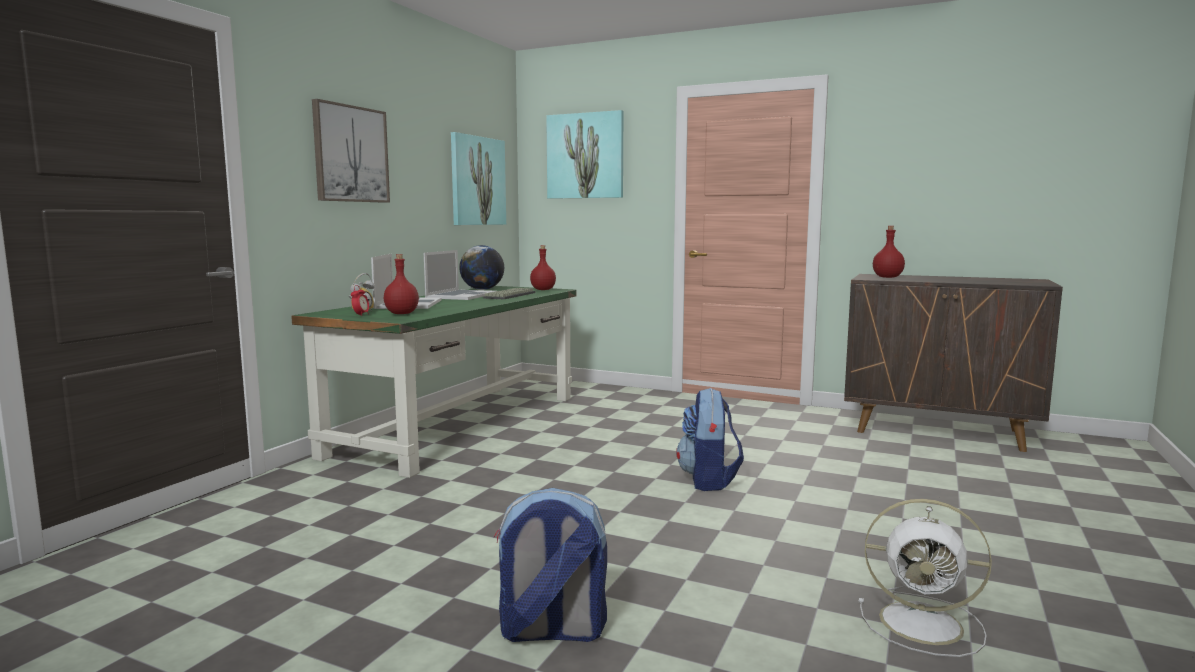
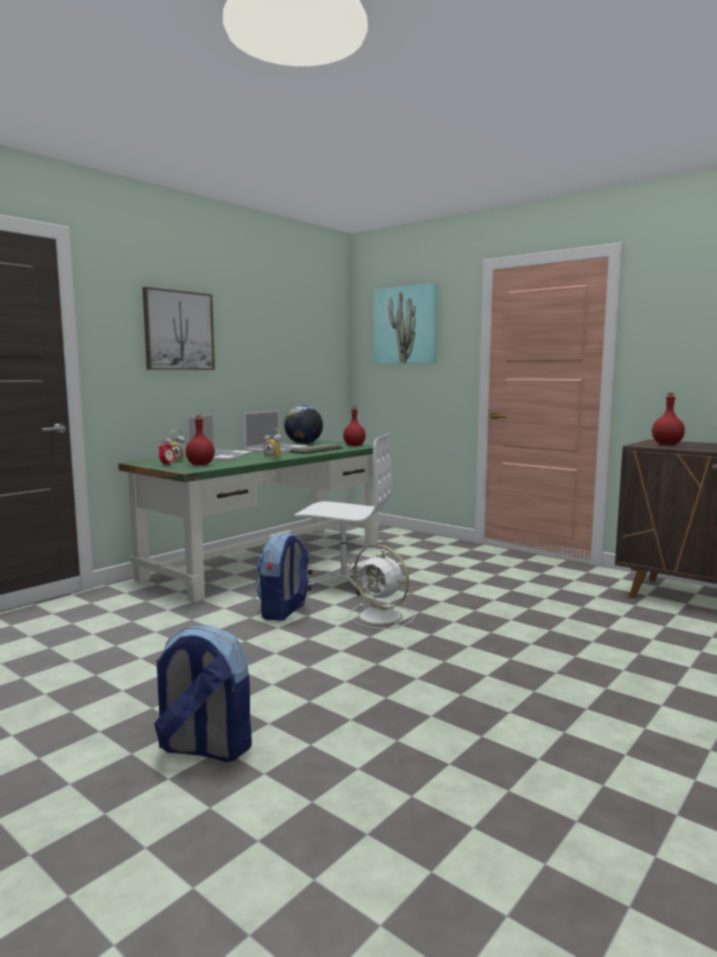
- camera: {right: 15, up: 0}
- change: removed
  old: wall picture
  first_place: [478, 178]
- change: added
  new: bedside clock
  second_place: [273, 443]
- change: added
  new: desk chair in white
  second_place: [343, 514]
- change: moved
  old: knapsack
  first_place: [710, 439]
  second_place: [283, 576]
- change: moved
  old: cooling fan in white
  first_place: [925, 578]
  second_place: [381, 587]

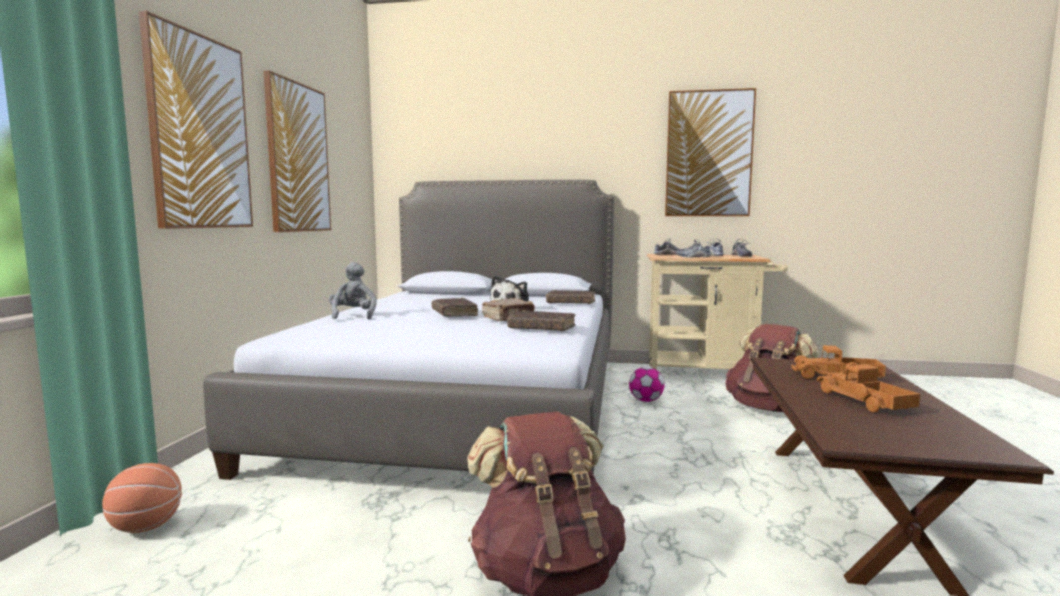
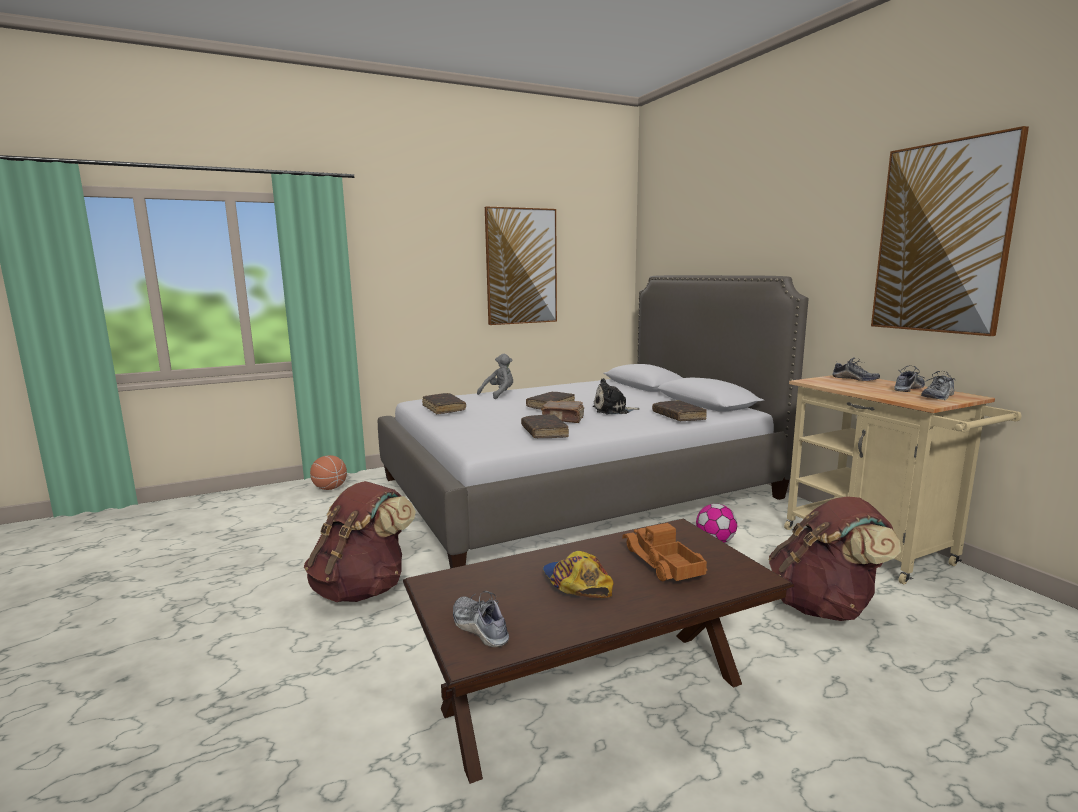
- camera: {right: 55, up: 5}
- change: removed
  old: wall picture
  first_place: [196, 120]
- change: added
  new: book in brownish
  second_place: [444, 403]
- change: moved
  old: low shoe
  first_place: [693, 248]
  second_place: [481, 619]
- change: replaced
  old: toy truck
  new: cap
  first_place: [868, 388]
  second_place: [578, 574]

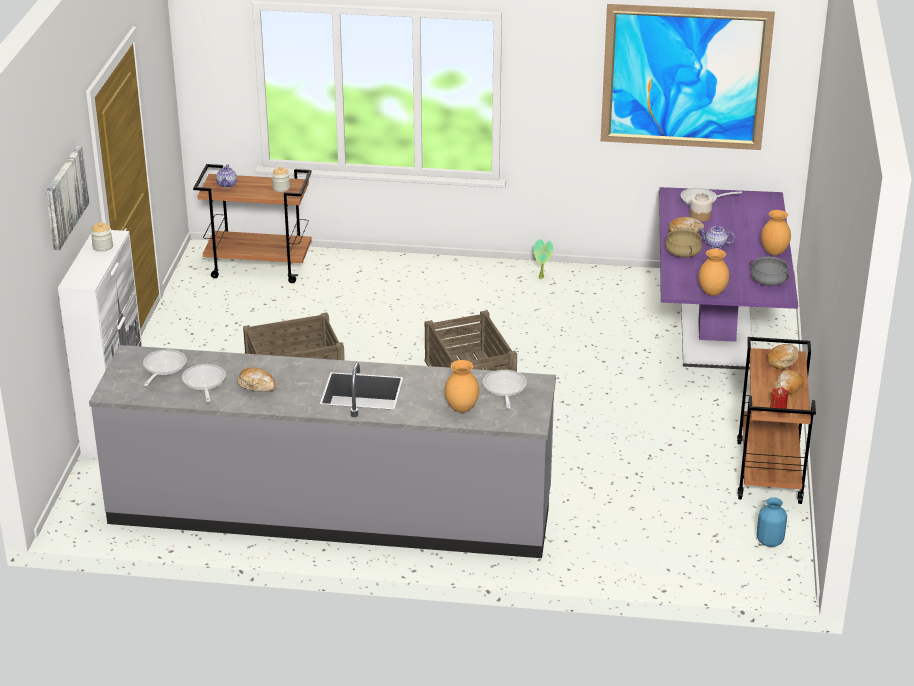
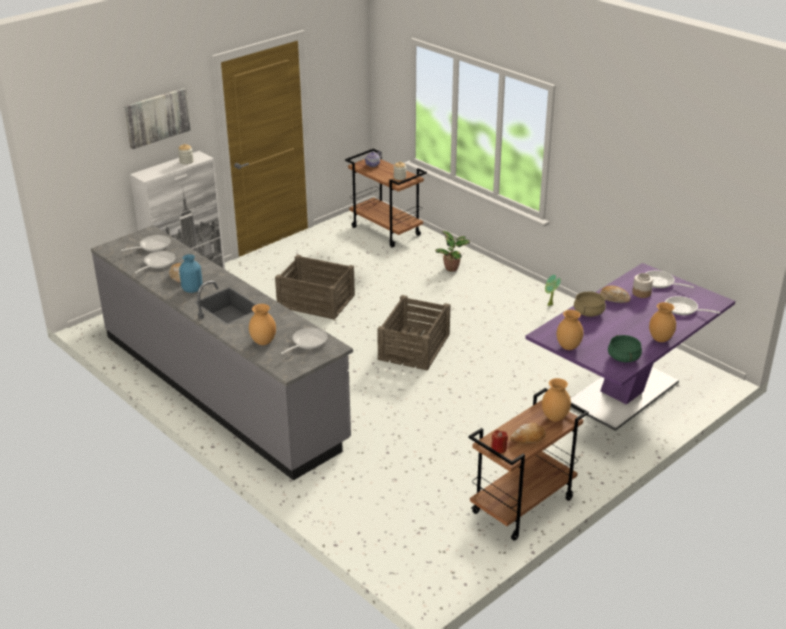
- camera: {right: 40, up: 0}
- change: removed
  old: wall picture
  first_place: [688, 77]
- change: removed
  old: tea pot
  first_place: [717, 237]
- change: added
  new: houseplant
  second_place: [452, 251]
- change: added
  new: skillet
  second_place: [692, 305]
- change: moved
  old: vase in blue-coloured
  first_place: [771, 522]
  second_place: [191, 273]
- change: replaced
  old: baked bread
  new: vase in brownish
  first_place: [783, 356]
  second_place: [556, 400]
- change: recoloured
  old: stockpot in greyish
  new: stockpot in green
  first_place: [769, 271]
  second_place: [625, 348]

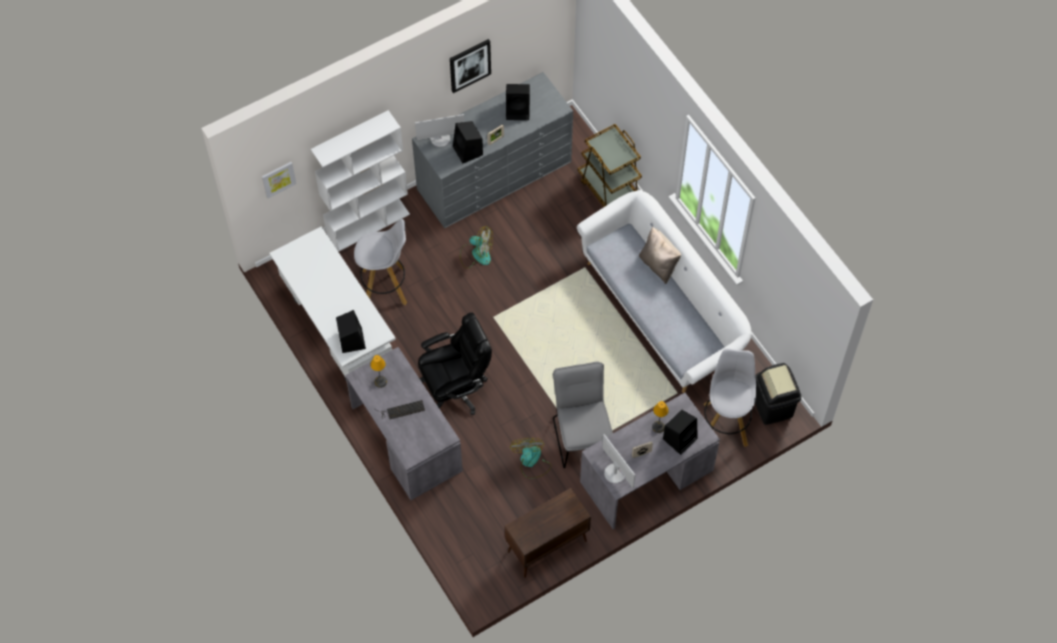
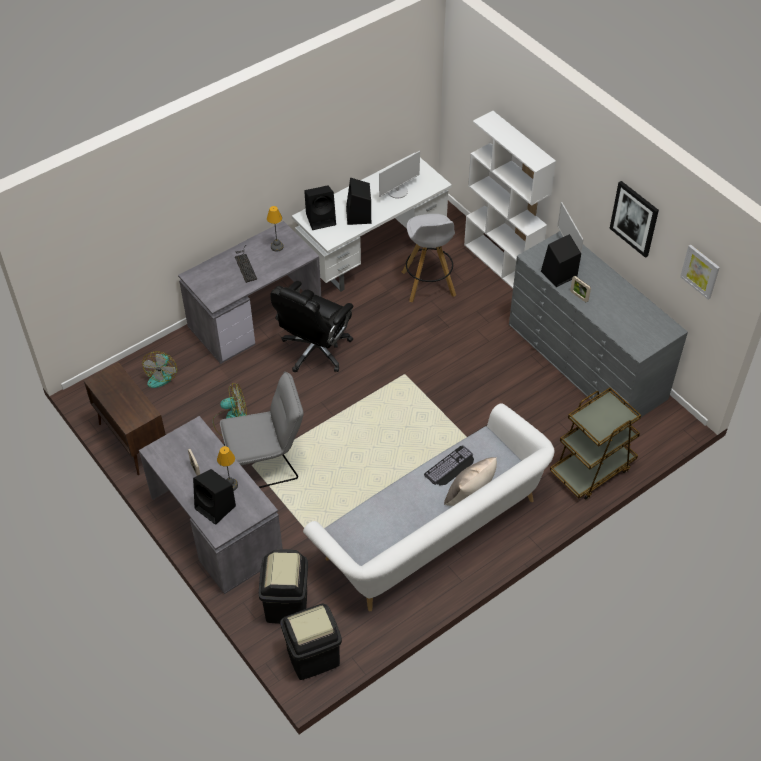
- camera: {right: 85, up: -10}
- change: added
  new: PC keyboard
  second_place: [449, 465]
- change: moved
  old: wall picture
  first_place: [279, 180]
  second_place: [700, 272]
- change: moved
  old: cooling fan
  first_place: [476, 247]
  second_place: [159, 369]
- change: moved
  old: speaker in blackish
  first_place: [518, 102]
  second_place: [358, 201]
- change: moved
  old: computer screen
  first_place: [618, 461]
  second_place: [399, 174]
- change: replaced
  old: sitting stool in white
  new: waste bin in blackish
  first_place: [730, 397]
  second_place: [283, 586]
- change: turned
  old: desk chair in blackish
  first_place: [455, 363]
  second_place: [311, 326]
  degrees: 60

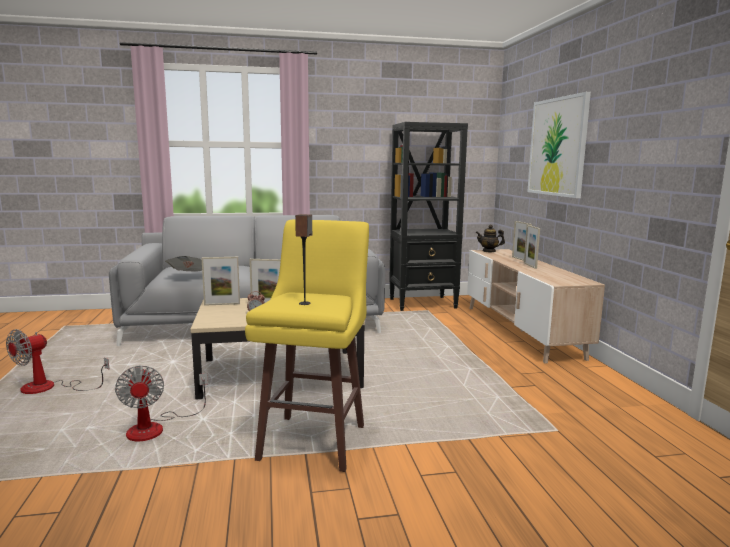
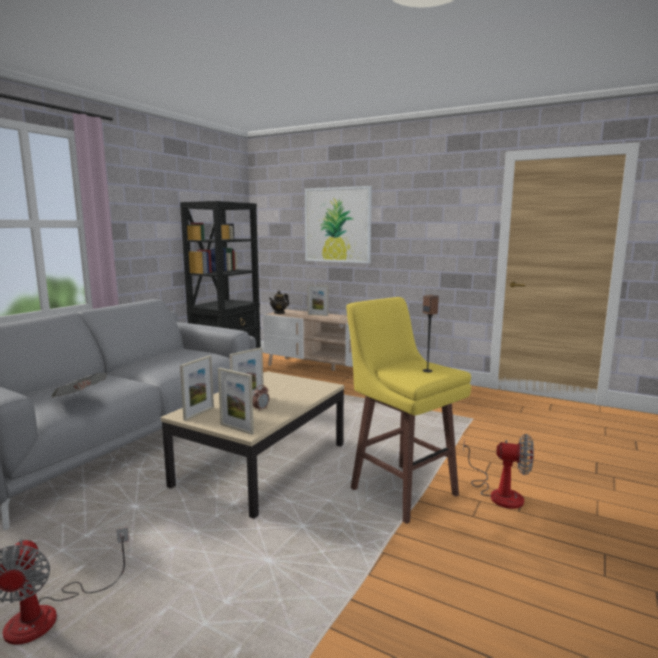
- camera: {right: -50, up: 0}
- change: moved
  old: cooling fan
  first_place: [161, 403]
  second_place: [498, 471]
- change: moved
  old: standing frame
  first_place: [532, 247]
  second_place: [236, 401]

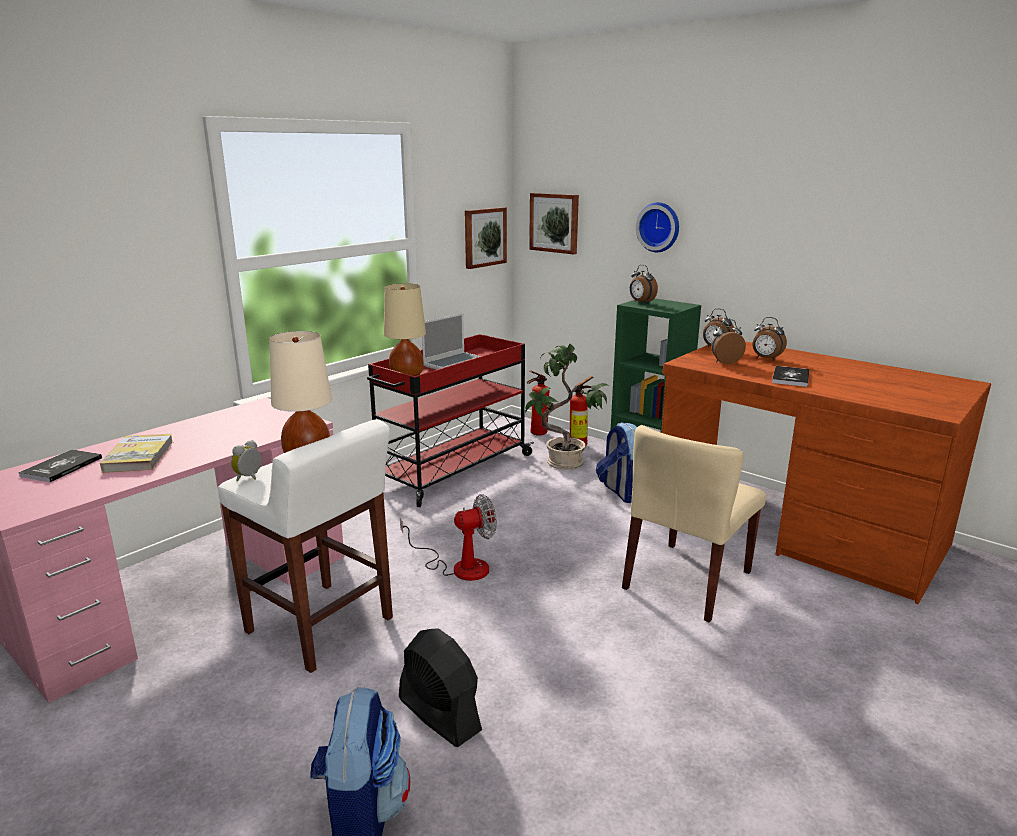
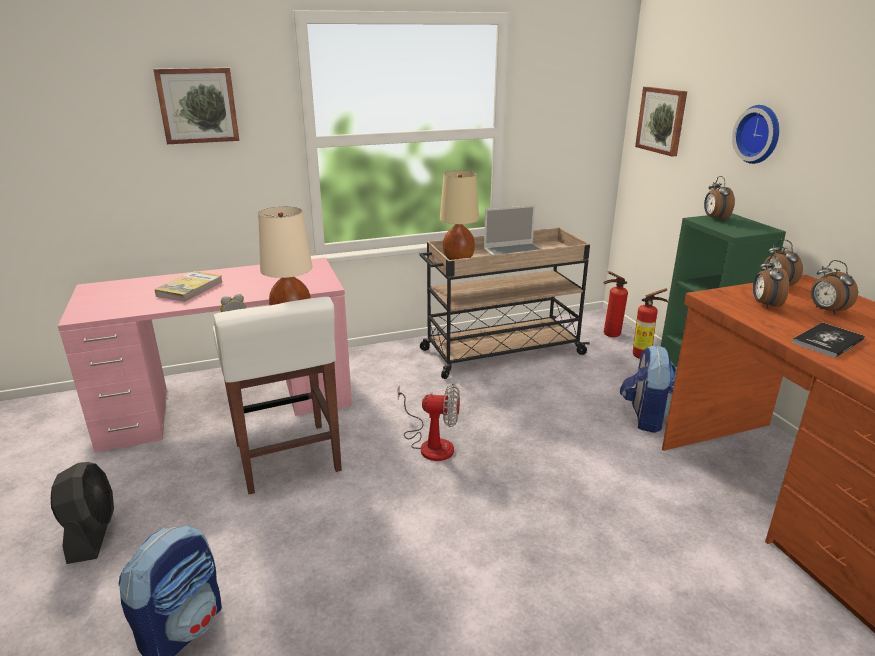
- camera: {right: 30, up: 5}
- change: removed
  old: book
  first_place: [60, 465]
- change: removed
  old: houseplant
  first_place: [567, 407]
- change: removed
  old: upright chair in sand-coloured
  first_place: [694, 524]
- change: moved
  old: cooling fan in blackish
  first_place: [440, 687]
  second_place: [82, 513]
- change: moved
  old: wall picture
  first_place: [486, 238]
  second_place: [196, 106]
- change: recoloured
  old: cart in red-coloured
  new: cart in sand-coloured
  first_place: [450, 420]
  second_place: [504, 303]
- change: turned
  old: bedside clock
  first_place: [728, 341]
  second_place: [771, 282]
  degrees: -105

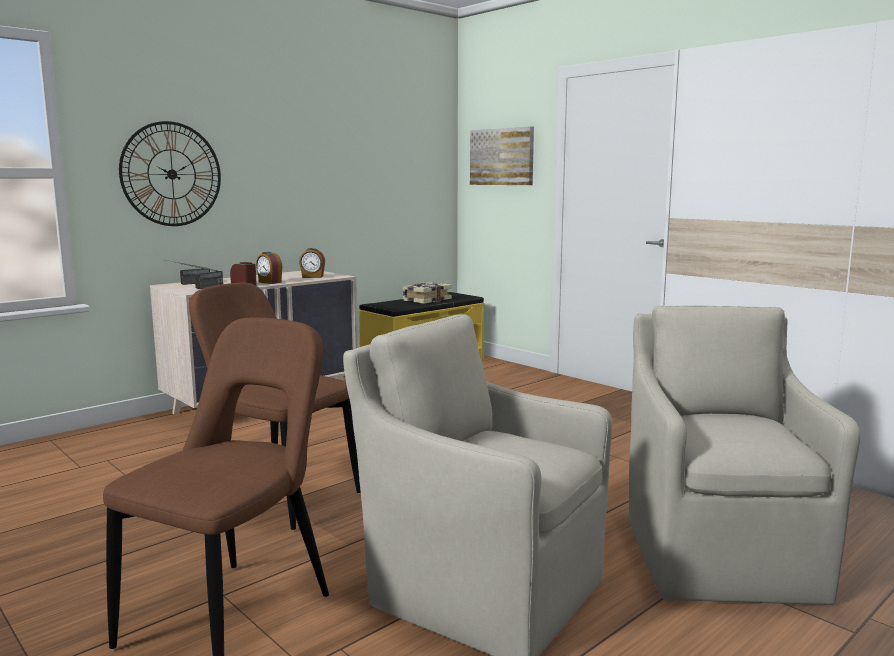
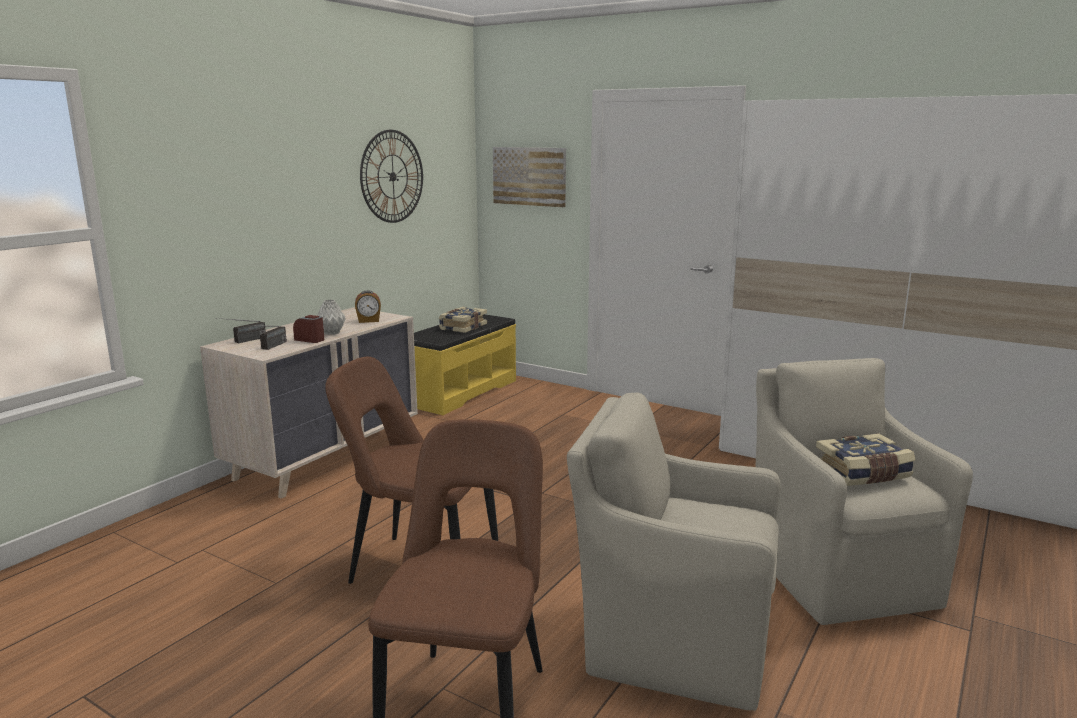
- camera: {right: -15, up: 5}
- change: added
  new: book
  second_place: [866, 459]
- change: moved
  old: hanging clock
  first_place: [170, 173]
  second_place: [391, 176]
- change: replaced
  old: bedside clock
  new: vase in greyish
  first_place: [269, 268]
  second_place: [331, 317]

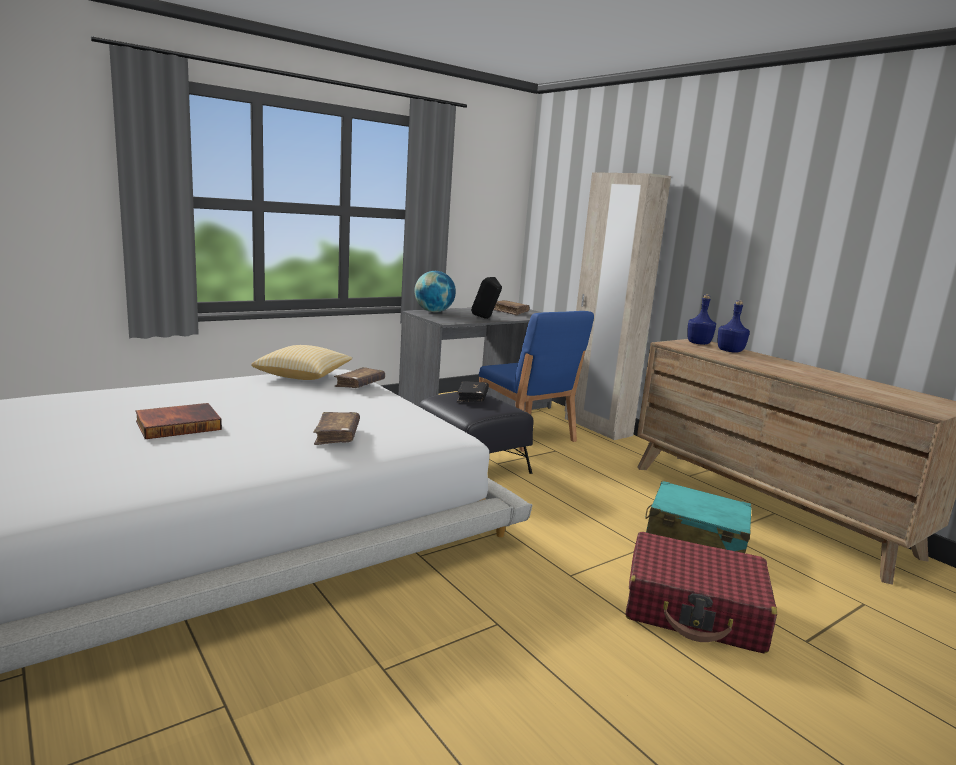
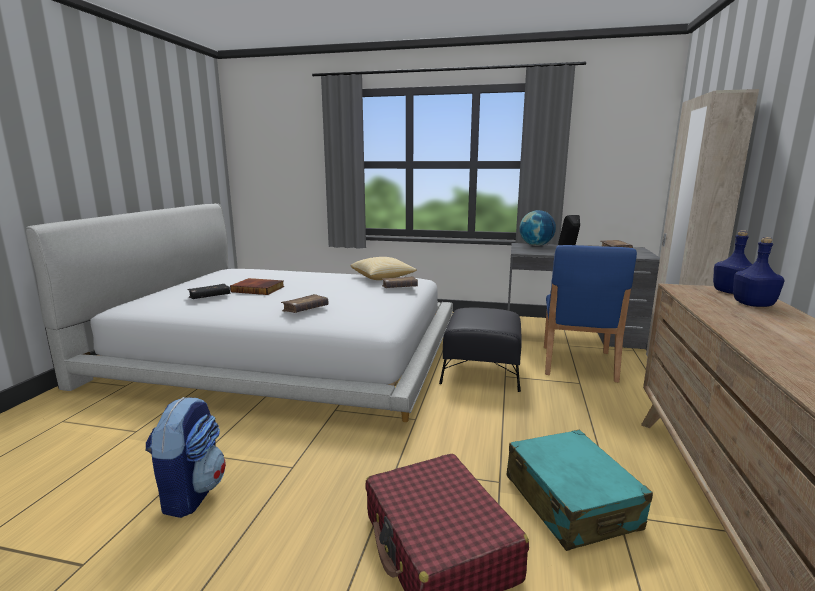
- camera: {right: 50, up: 0}
- change: added
  new: knapsack
  second_place: [185, 457]
- change: moved
  old: book in blackish
  first_place: [473, 391]
  second_place: [209, 291]

